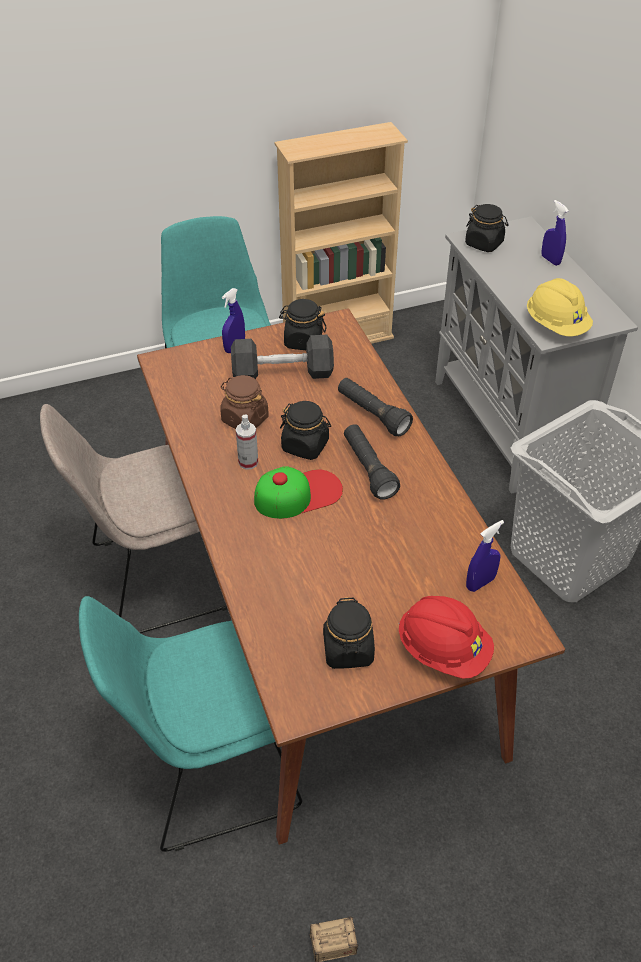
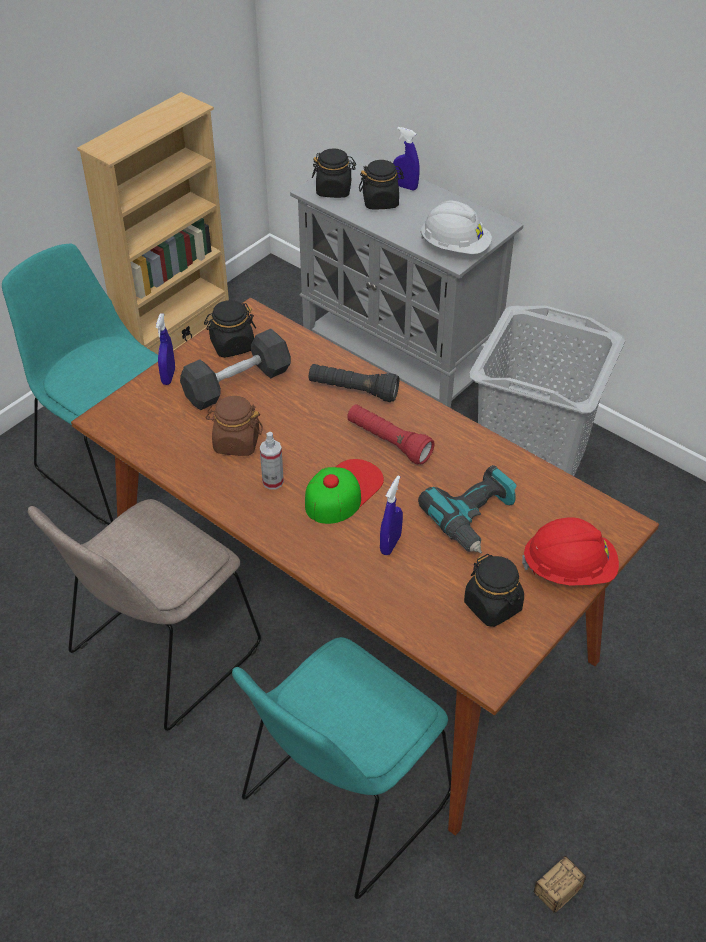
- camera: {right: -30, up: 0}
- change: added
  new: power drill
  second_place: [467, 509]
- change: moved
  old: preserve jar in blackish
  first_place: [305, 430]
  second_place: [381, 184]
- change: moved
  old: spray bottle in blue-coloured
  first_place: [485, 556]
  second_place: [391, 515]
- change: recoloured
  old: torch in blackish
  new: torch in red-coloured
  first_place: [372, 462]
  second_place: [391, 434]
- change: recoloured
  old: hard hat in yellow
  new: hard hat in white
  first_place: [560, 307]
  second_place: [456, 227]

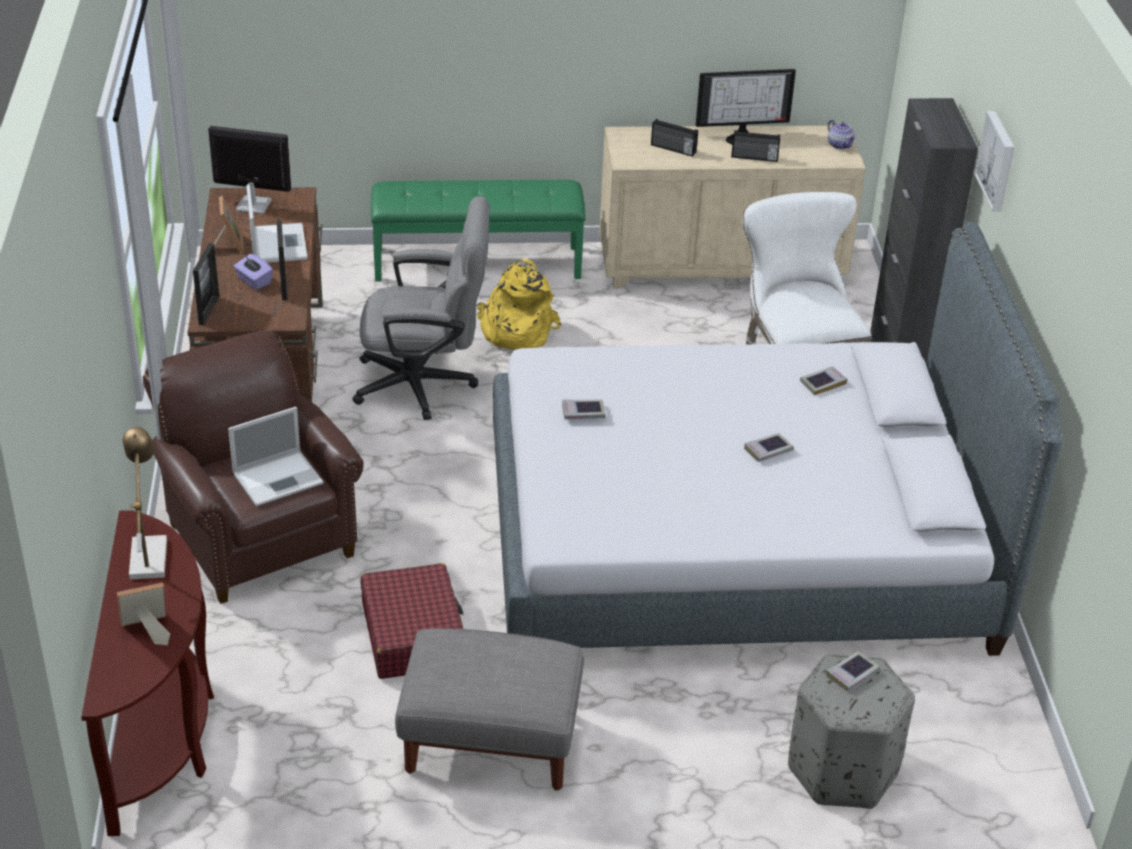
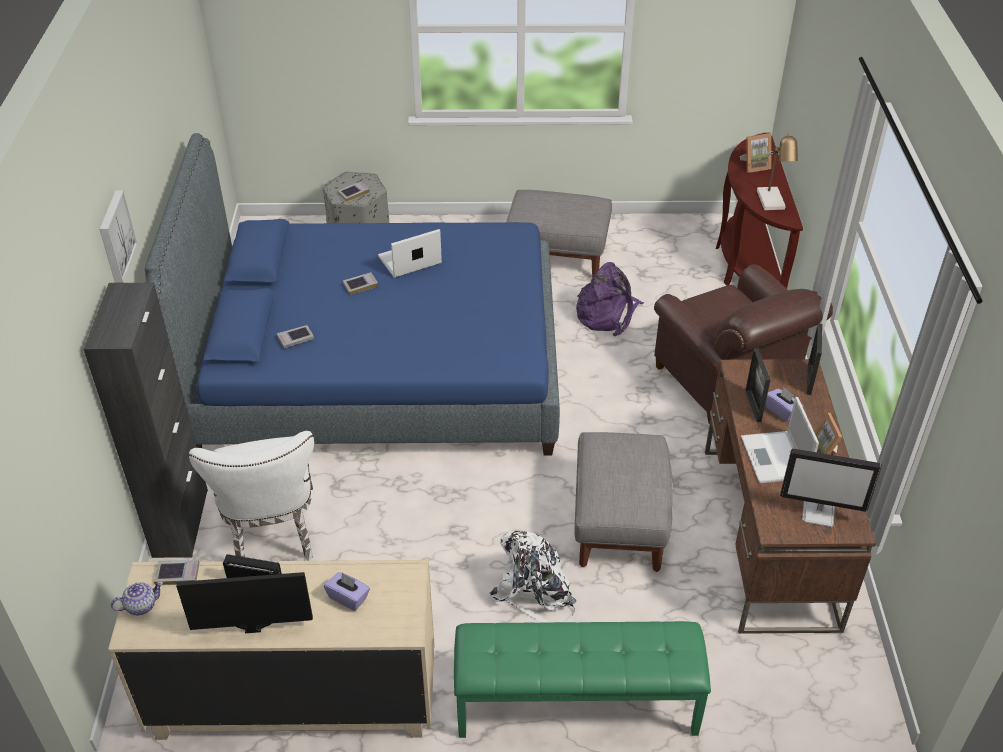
- camera: {right: -175, up: 5}
- change: moved
  old: portable computer
  first_place: [276, 456]
  second_place: [410, 253]
- change: moved
  old: book
  first_place: [584, 409]
  second_place: [177, 572]
- change: replaced
  old: desk chair in greyish
  new: ottoman in greyish
  first_place: [420, 308]
  second_place: [623, 502]
- change: replaced
  old: suitcase in red-coloured
  new: knapsack in purplish
  first_place: [411, 621]
  second_place: [610, 299]
- change: replaced
  old: radio set
  new: tissue holder in purplish
  first_place: [674, 138]
  second_place: [347, 591]
- change: recoloured
  old: knapsack in yellow
  new: knapsack in white
  first_place: [518, 304]
  second_place: [532, 577]
- change: recoloured
  old: sleeping bed in greyish
  new: sleeping bed in blue-coloured
  first_place: [777, 439]
  second_place: [352, 294]
- change: turned
  old: tea pot
  first_place: [842, 135]
  second_place: [137, 598]
  degrees: 90

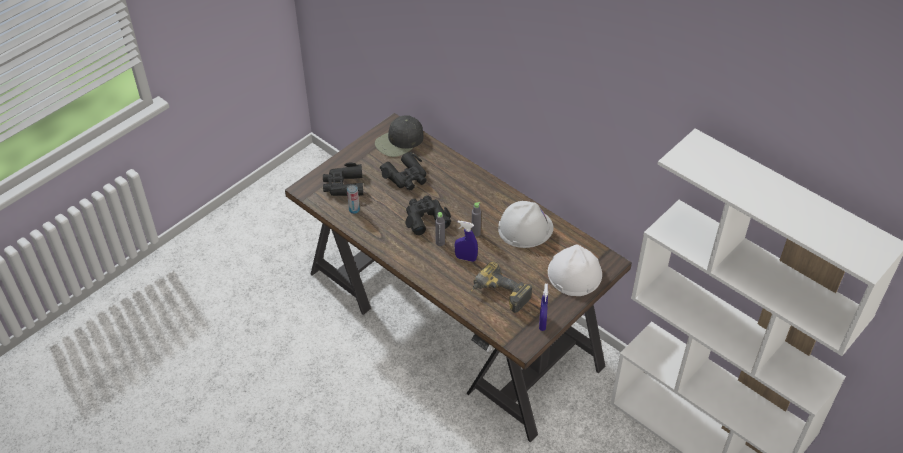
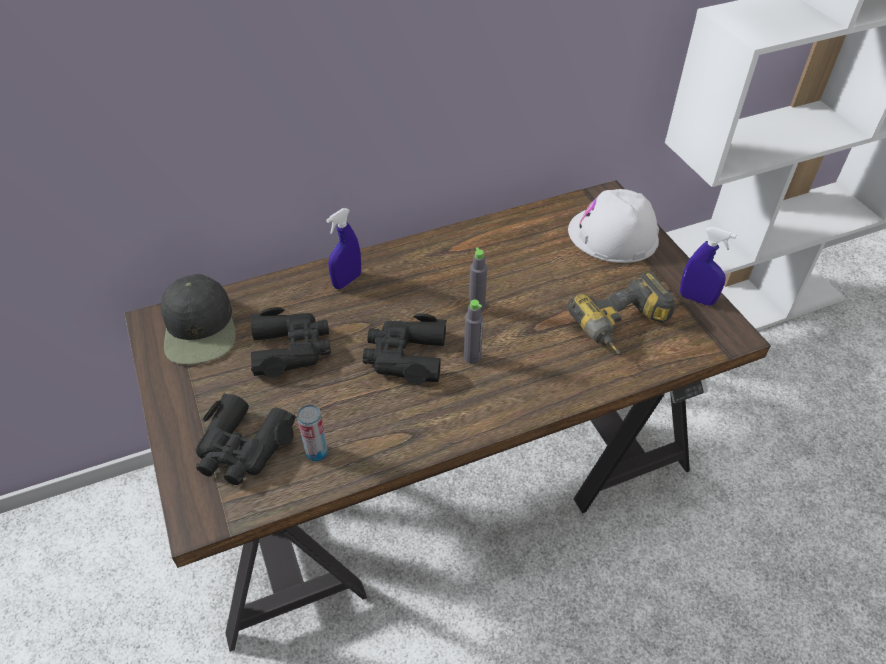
- camera: {right: -65, up: 0}
- change: removed
  old: hard hat in white
  first_place: [525, 224]
- change: moved
  old: spray bottle in blue-coloured
  first_place: [466, 241]
  second_place: [343, 248]

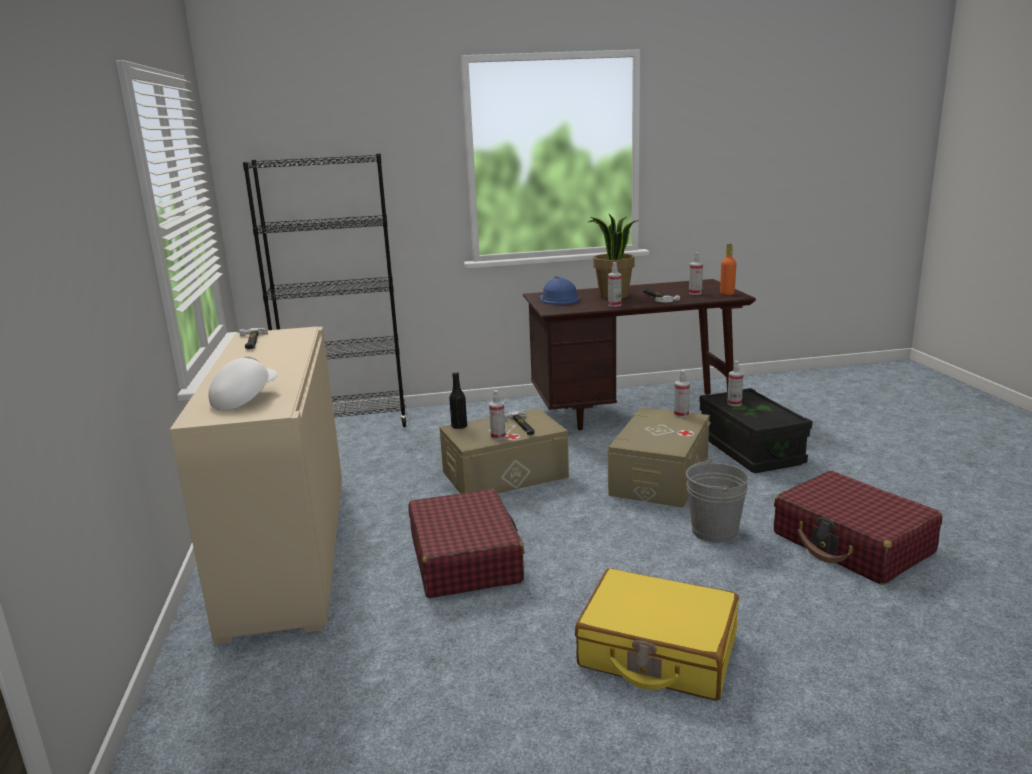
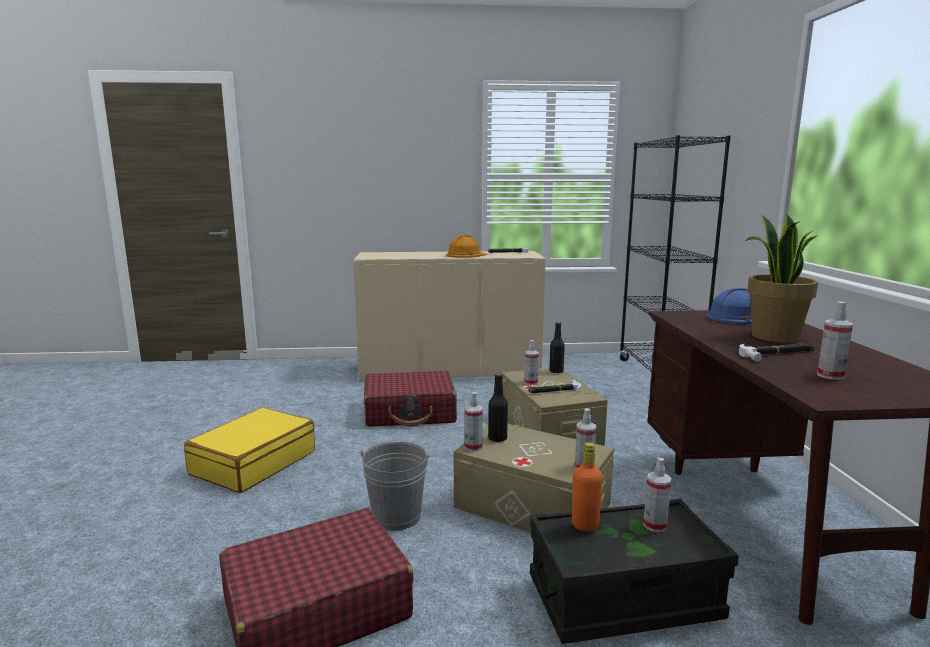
- camera: {right: 95, up: -5}
- change: removed
  old: cap in white
  first_place: [242, 384]
- change: added
  new: hard hat in orange-coloured
  second_place: [467, 246]
- change: added
  new: bottle in blackish
  second_place: [498, 407]
- change: moved
  old: spray bottle
  first_place: [615, 284]
  second_place: [474, 421]
- change: moved
  old: bottle in orange-coloured
  first_place: [728, 269]
  second_place: [587, 486]

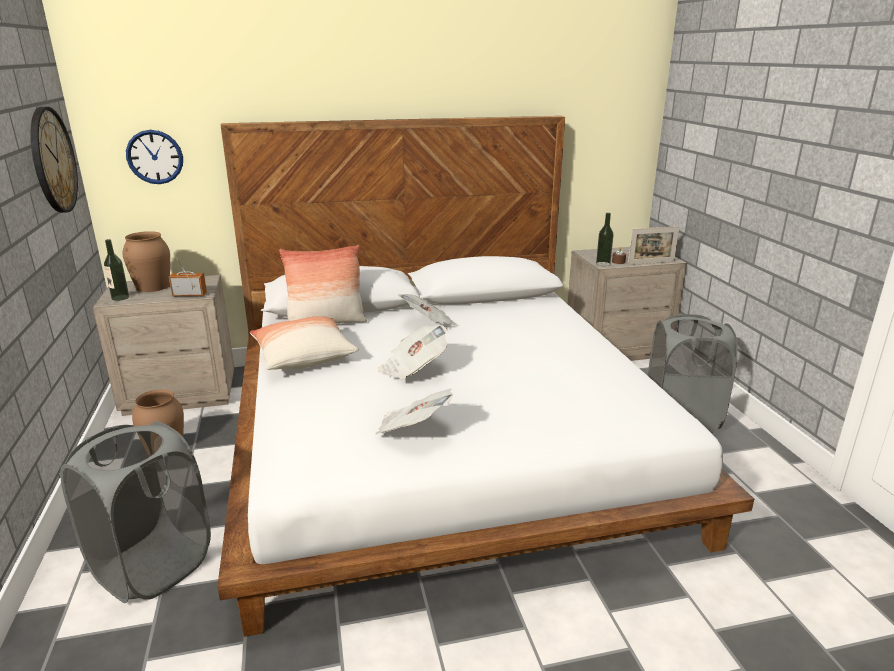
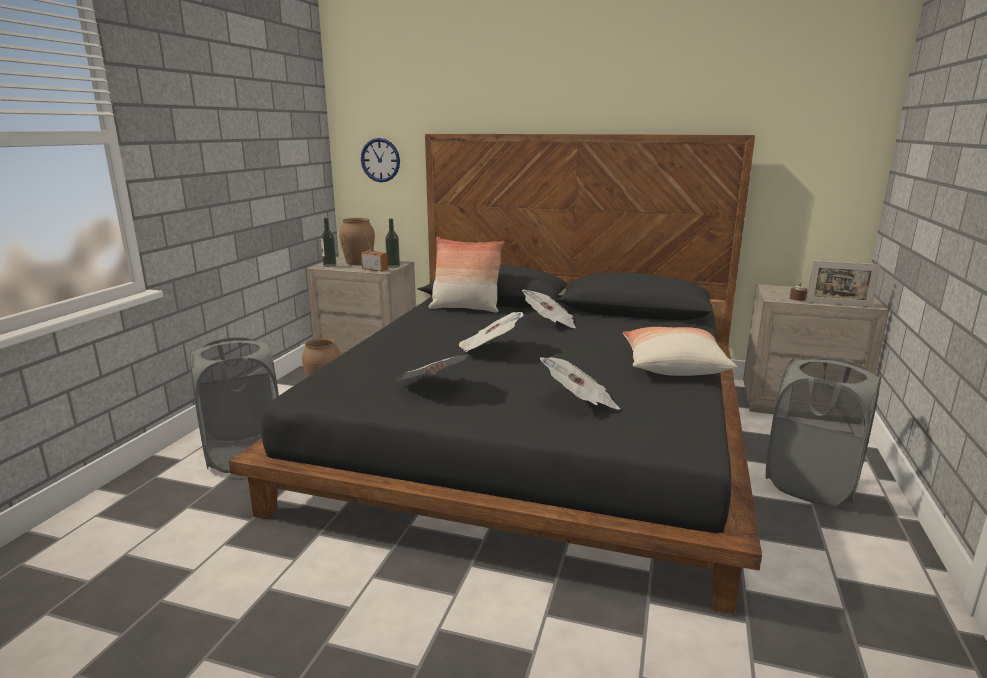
- camera: {right: 30, up: -5}
- change: removed
  old: hanging clock
  first_place: [54, 160]
- change: added
  new: newspaper
  second_place: [580, 383]
- change: moved
  old: cushion
  first_place: [304, 343]
  second_place: [680, 351]
- change: moved
  old: bottle
  first_place: [605, 239]
  second_place: [392, 243]
- change: recoloured
  old: sleeping bed in white
  new: sleeping bed in blackish
  first_place: [485, 376]
  second_place: [495, 374]

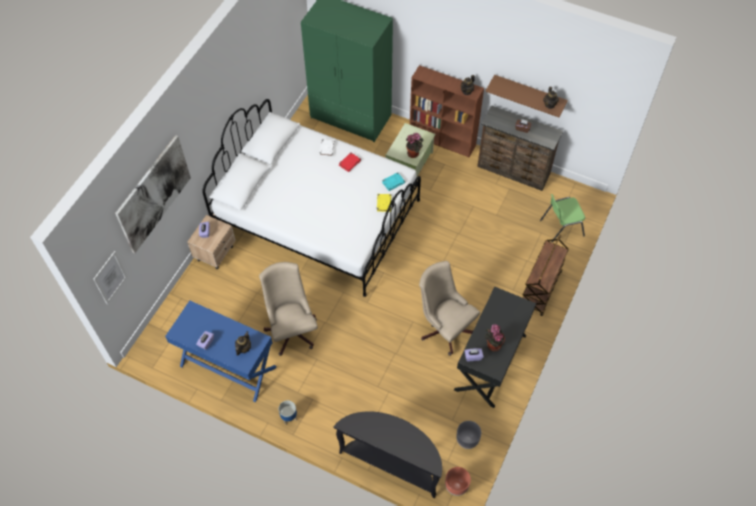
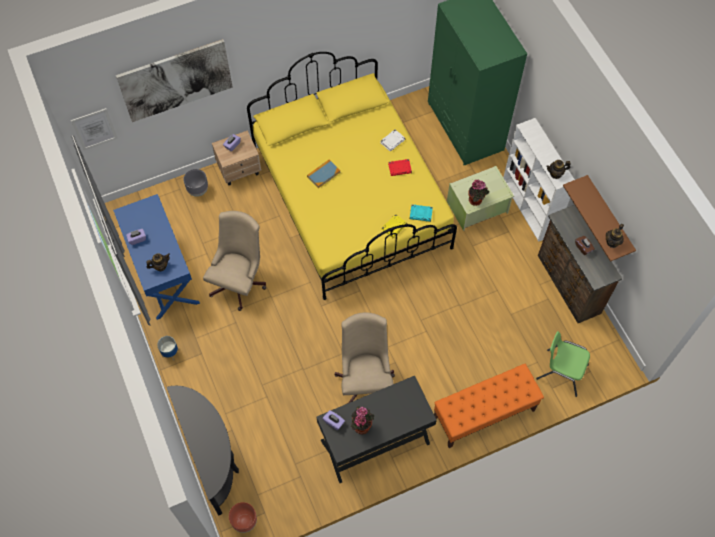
- camera: {right: 40, up: 5}
- change: added
  new: book
  second_place: [323, 173]
- change: moved
  old: flower pot in greyish
  first_place: [468, 435]
  second_place: [195, 183]
- change: replaced
  old: cart in brownish
  new: long seat in orange-coloured
  first_place: [546, 275]
  second_place: [489, 406]
- change: recoloured
  old: sleeping bed in white
  new: sleeping bed in yellow
  first_place: [311, 198]
  second_place: [352, 176]
- change: recoloured
  old: bookshelf in brownish
  new: bookshelf in white
  first_place: [447, 111]
  second_place: [539, 180]

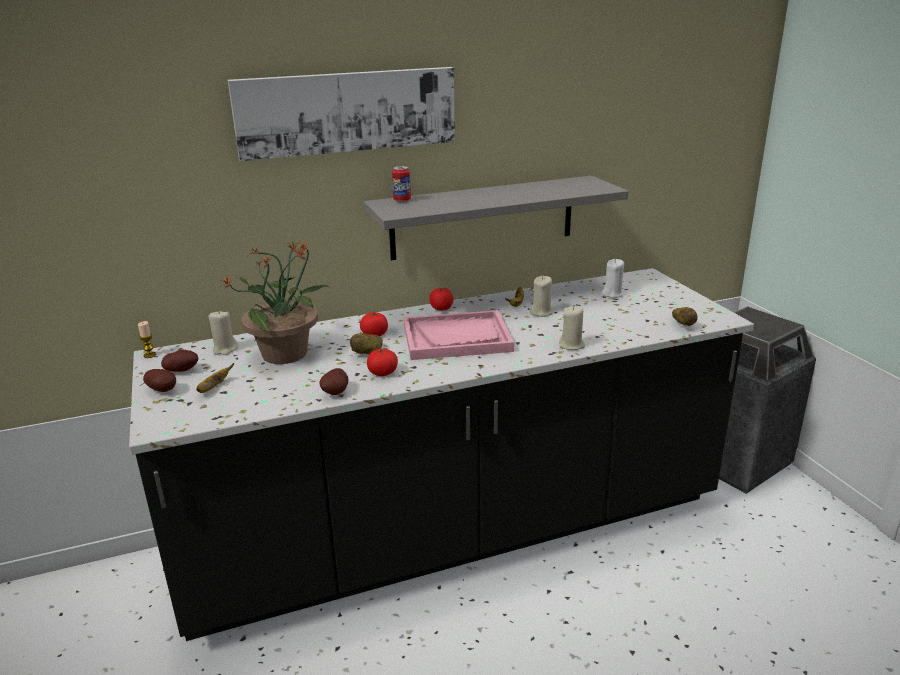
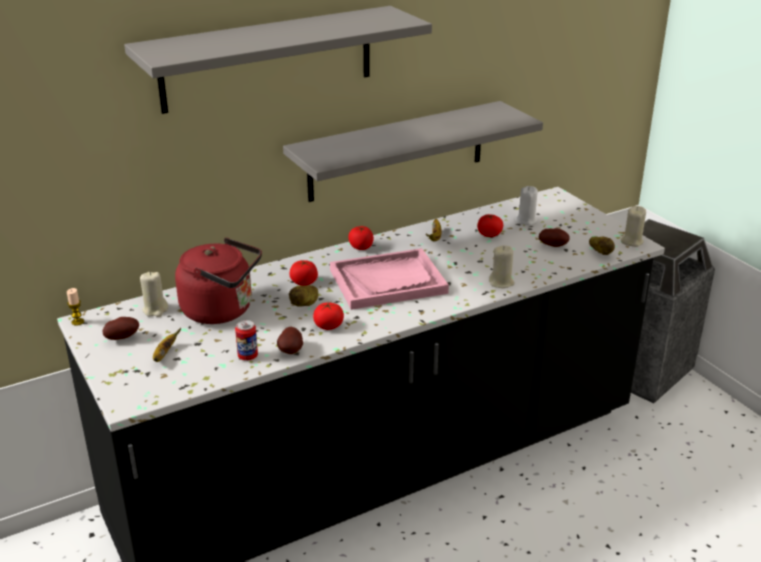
- camera: {right: -10, up: 5}
- change: added
  new: fresh tomato
  second_place: [490, 225]
- change: moved
  old: whole potato
  first_place: [159, 380]
  second_place: [554, 237]
- change: moved
  old: metal can
  first_place: [401, 184]
  second_place: [246, 340]
- change: moved
  old: candle in sand-coloured
  first_place: [541, 296]
  second_place: [633, 226]
- change: replaced
  old: houseplant
  new: tea kettle in red-coloured
  first_place: [275, 302]
  second_place: [218, 281]
- change: replaced
  old: wall picture
  new: shelf in greyish
  first_place: [341, 114]
  second_place: [278, 60]

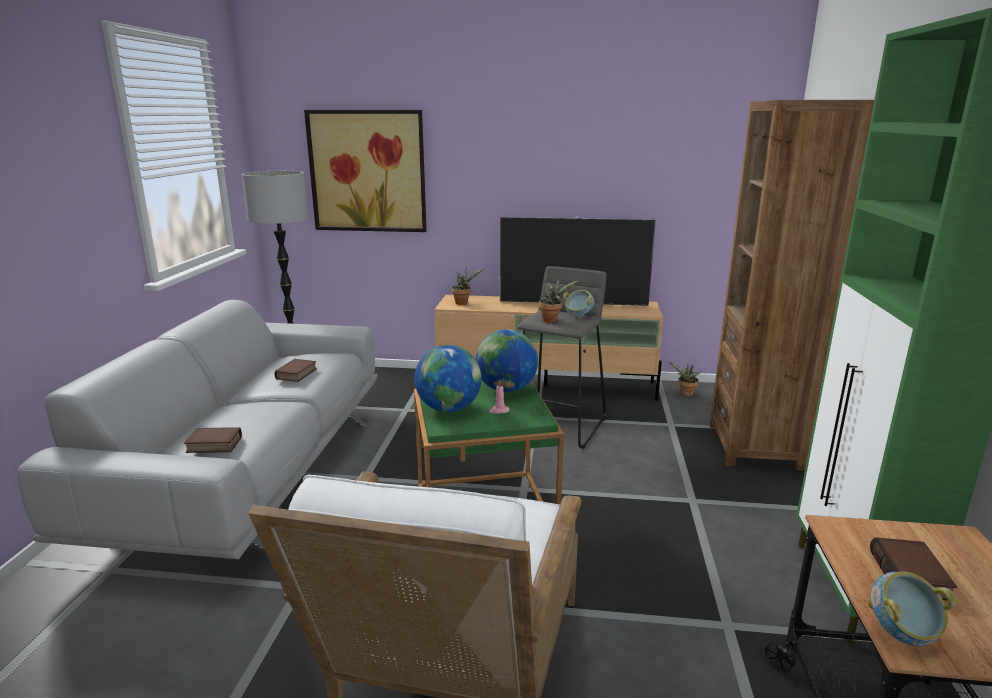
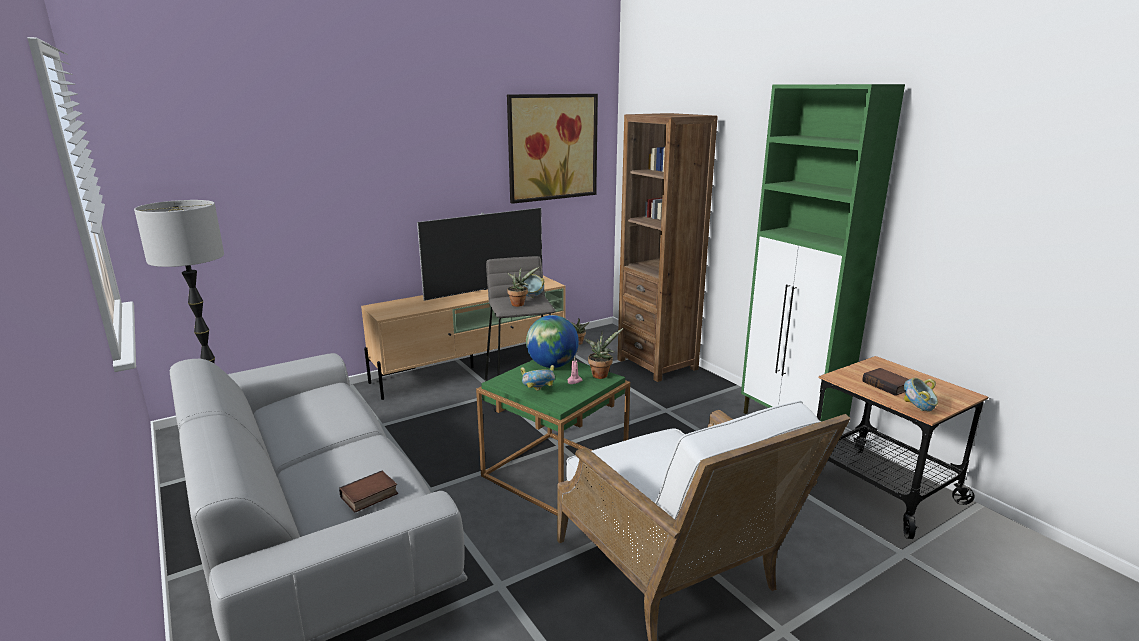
- camera: {right: -40, up: 0}
- change: removed
  old: book
  first_place: [296, 370]
- change: moved
  old: wall picture
  first_place: [365, 171]
  second_place: [552, 149]
- change: moved
  old: houseplant
  first_place: [467, 286]
  second_place: [603, 353]
- change: replaced
  old: world globe
  new: deep dish
  first_place: [448, 378]
  second_place: [538, 378]

